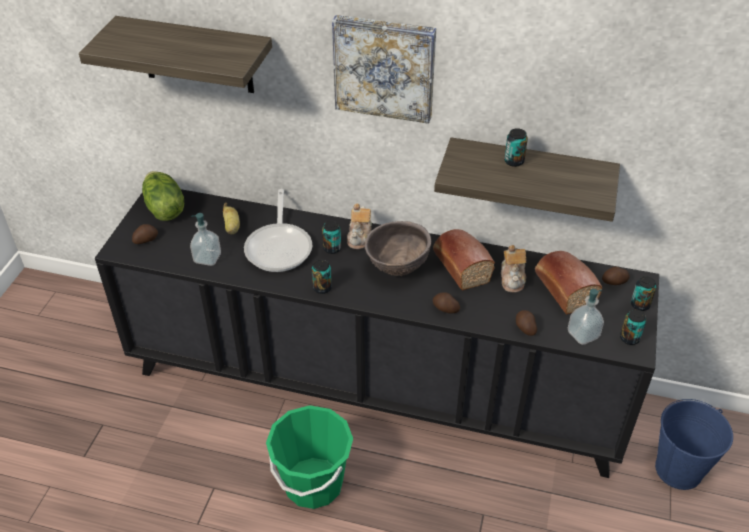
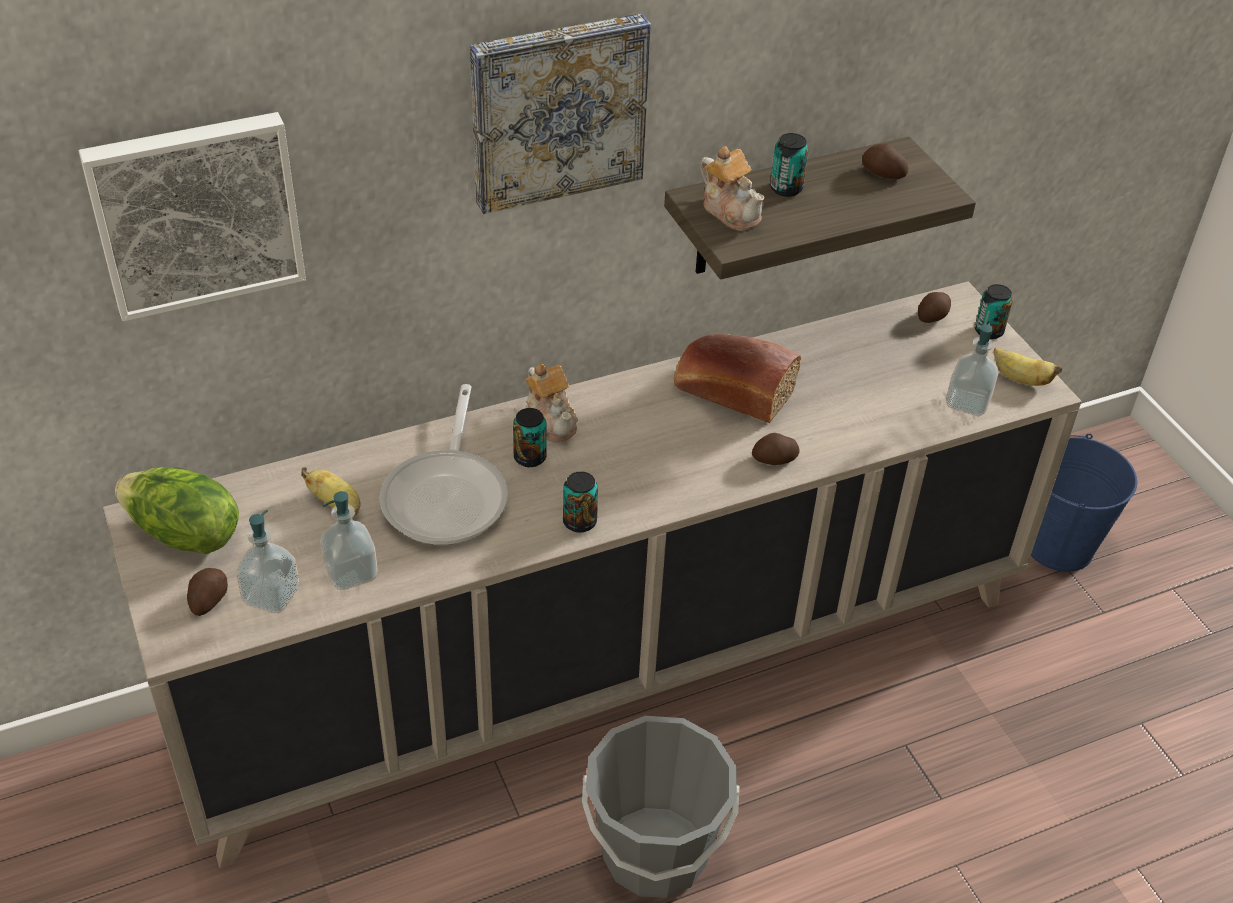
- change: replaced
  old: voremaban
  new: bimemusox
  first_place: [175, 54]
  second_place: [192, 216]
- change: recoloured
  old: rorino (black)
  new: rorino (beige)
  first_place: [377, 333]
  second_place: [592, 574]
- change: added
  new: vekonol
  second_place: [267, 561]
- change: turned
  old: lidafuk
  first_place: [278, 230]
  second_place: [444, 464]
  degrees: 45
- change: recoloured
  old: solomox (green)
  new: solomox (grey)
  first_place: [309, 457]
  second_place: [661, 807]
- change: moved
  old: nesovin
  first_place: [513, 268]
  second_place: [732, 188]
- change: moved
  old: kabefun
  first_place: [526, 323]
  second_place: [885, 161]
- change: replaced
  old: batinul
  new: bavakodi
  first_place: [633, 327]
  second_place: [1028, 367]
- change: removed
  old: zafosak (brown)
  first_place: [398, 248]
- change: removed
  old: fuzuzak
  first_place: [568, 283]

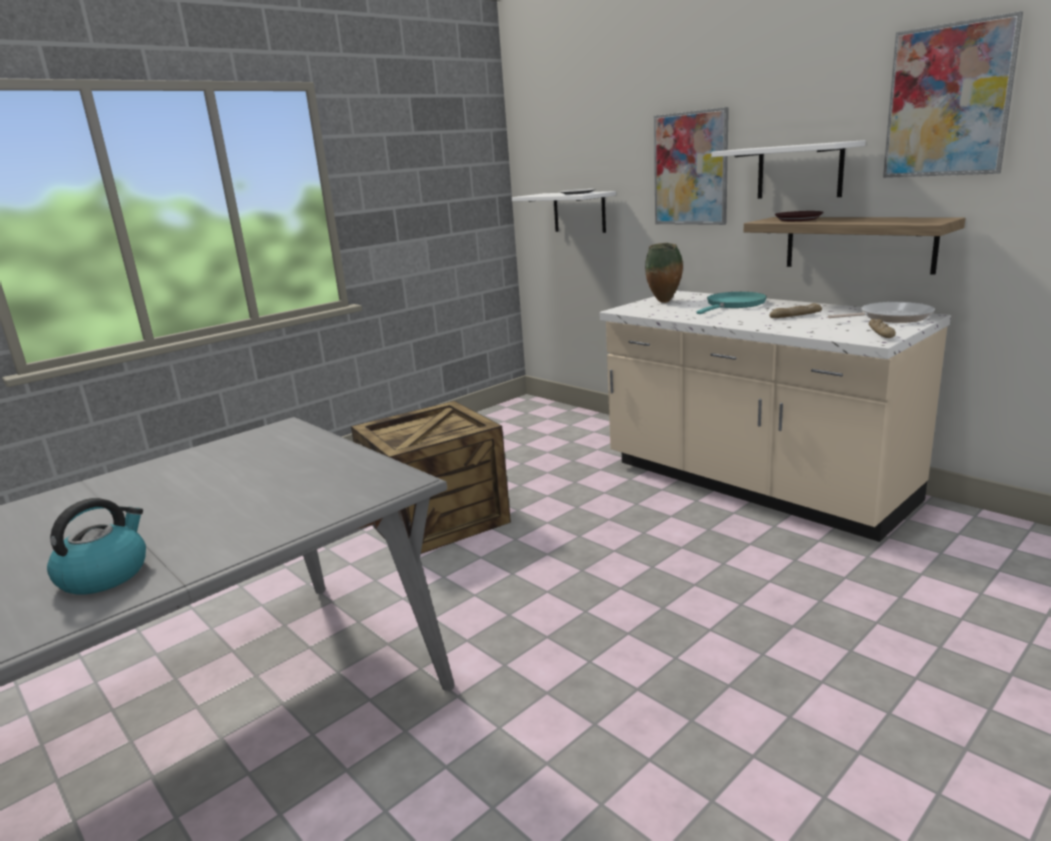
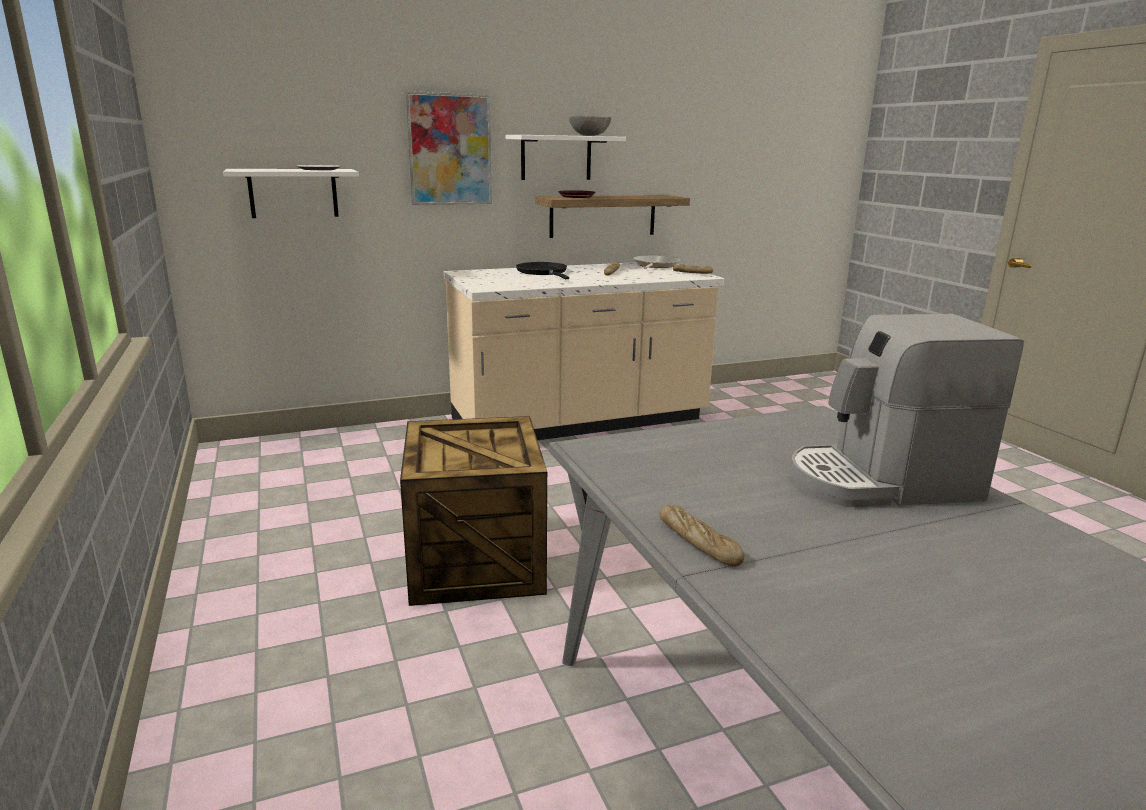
- change: recoloured
  old: lidafuk (turquoise)
  new: lidafuk (black)
  first_place: [732, 303]
  second_place: [542, 270]
- change: added
  new: zafosak (grey)
  second_place: [590, 126]
- change: added
  new: fuzuzak
  second_place: [701, 536]
- change: added
  new: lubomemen
  second_place: [907, 410]
- change: removed
  old: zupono
  first_place: [96, 546]
- change: removed
  old: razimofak
  first_place: [664, 273]
- change: removed
  old: bimemusox
  first_place: [953, 94]

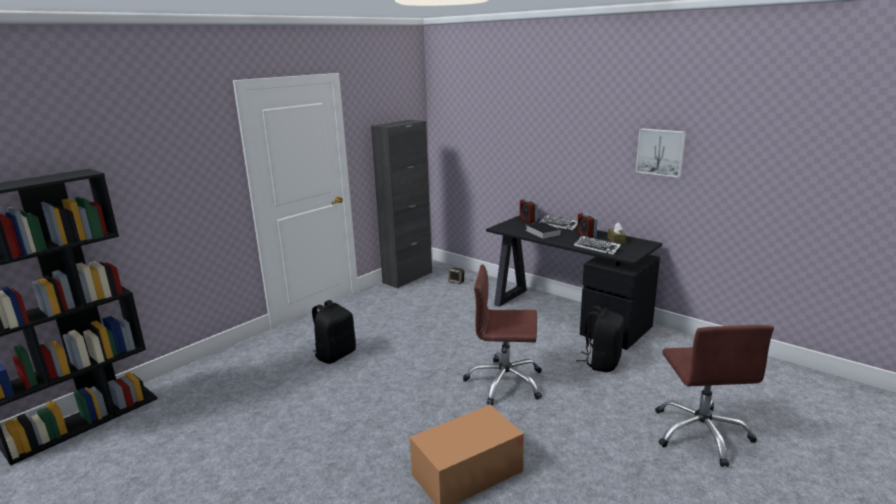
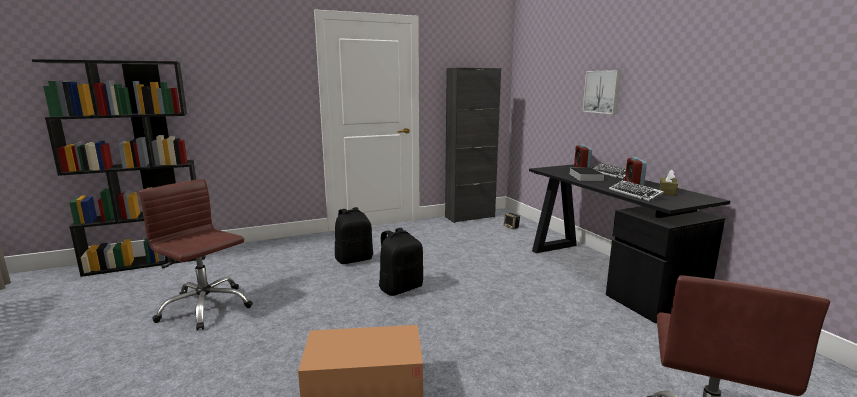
- change: moved
  old: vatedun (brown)
  first_place: [502, 334]
  second_place: [196, 255]
- change: moved
  old: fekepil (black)
  first_place: [600, 338]
  second_place: [401, 262]
- change: moved
  old: bimemusox
  first_place: [661, 153]
  second_place: [602, 92]

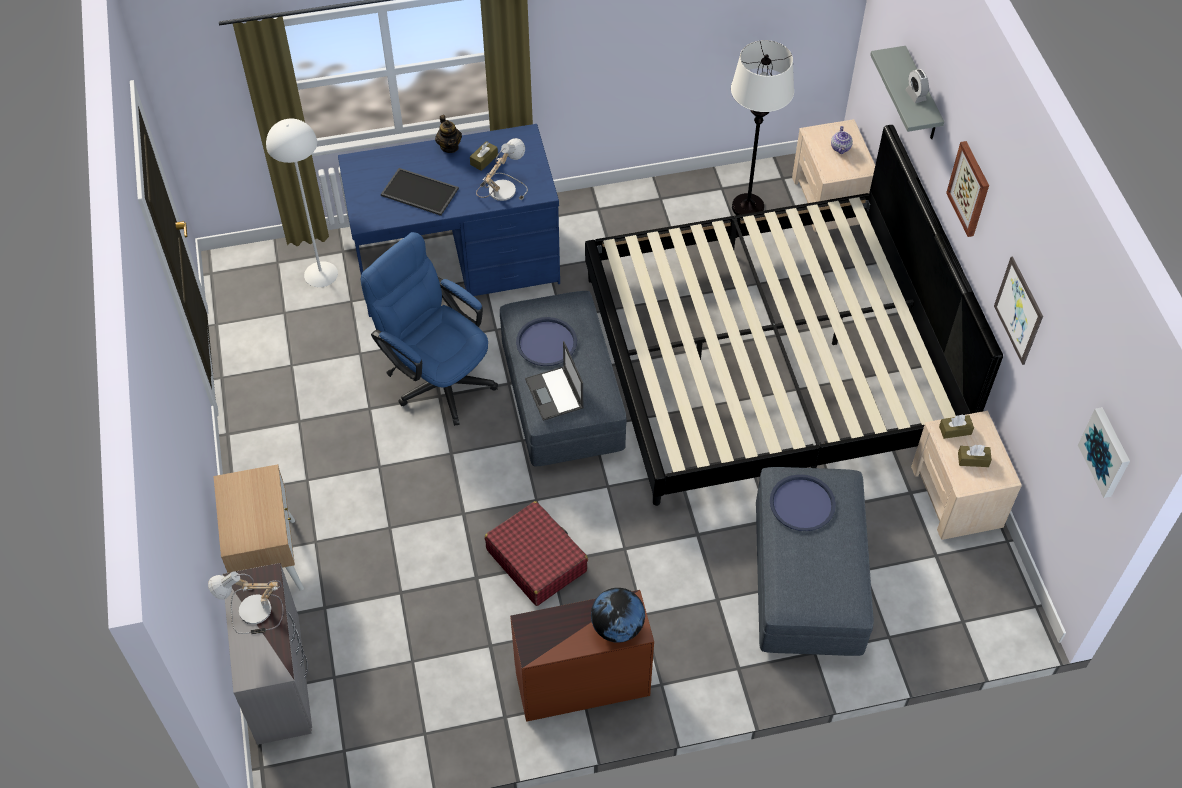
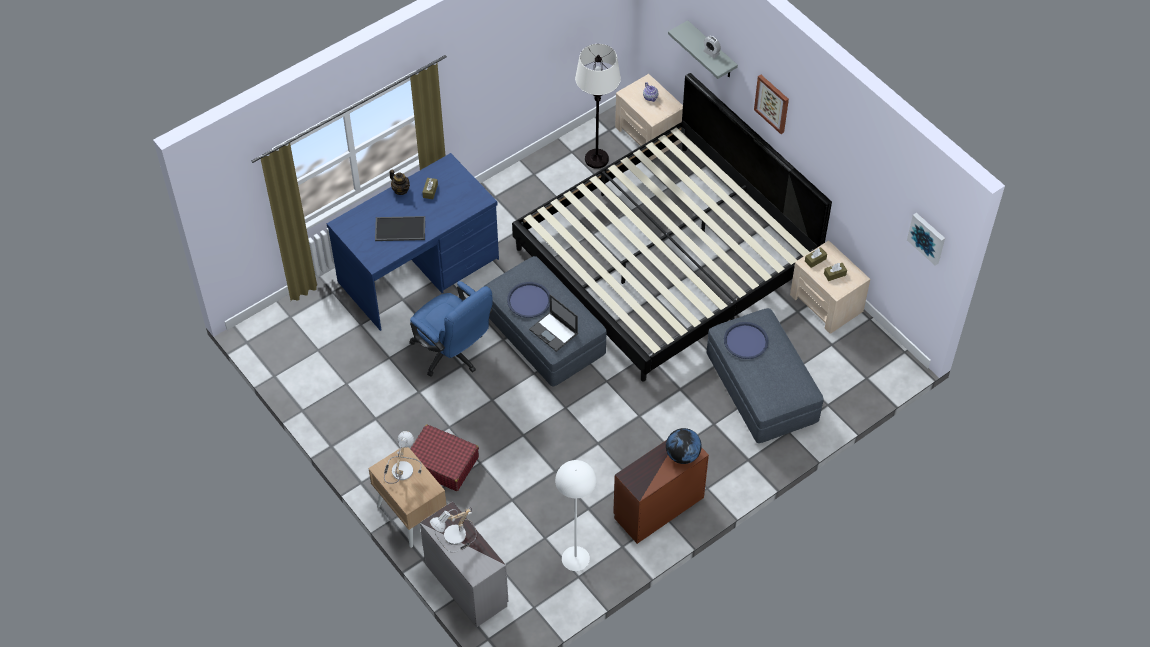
- change: moved
  old: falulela
  first_place: [502, 169]
  second_place: [403, 457]
- change: turned
  old: vatedun (blue)
  first_place: [429, 329]
  second_place: [451, 329]
  degrees: -150
- change: moved
  old: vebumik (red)
  first_place: [536, 553]
  second_place: [444, 458]
- change: moved
  old: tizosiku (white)
  first_place: [302, 203]
  second_place: [575, 515]
- change: removed
  old: bimemusox
  first_place: [1018, 310]

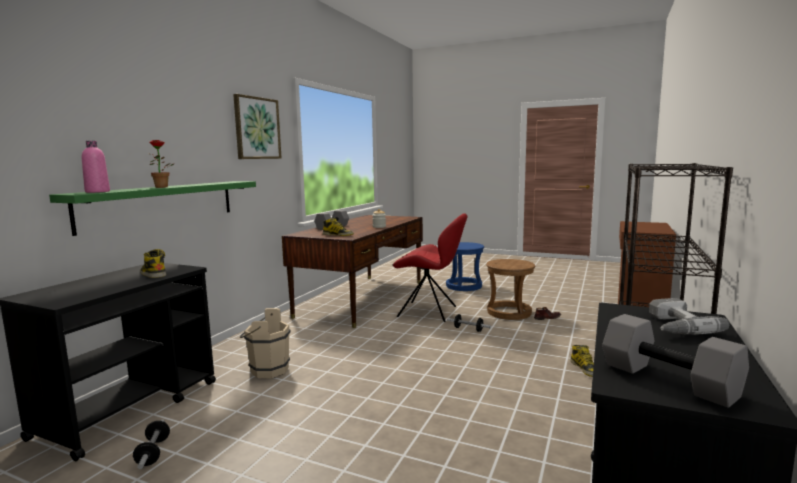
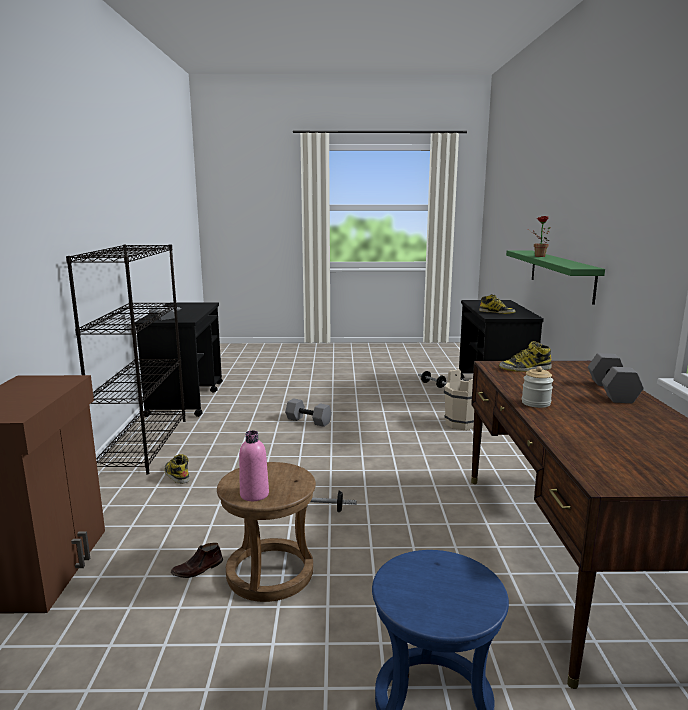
- change: moved
  old: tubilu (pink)
  first_place: [96, 167]
  second_place: [254, 466]
- change: moved
  old: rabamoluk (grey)
  first_place: [675, 361]
  second_place: [308, 412]
- change: removed
  old: bimemusox
  first_place: [257, 126]
- change: removed
  old: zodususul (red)
  first_place: [430, 267]

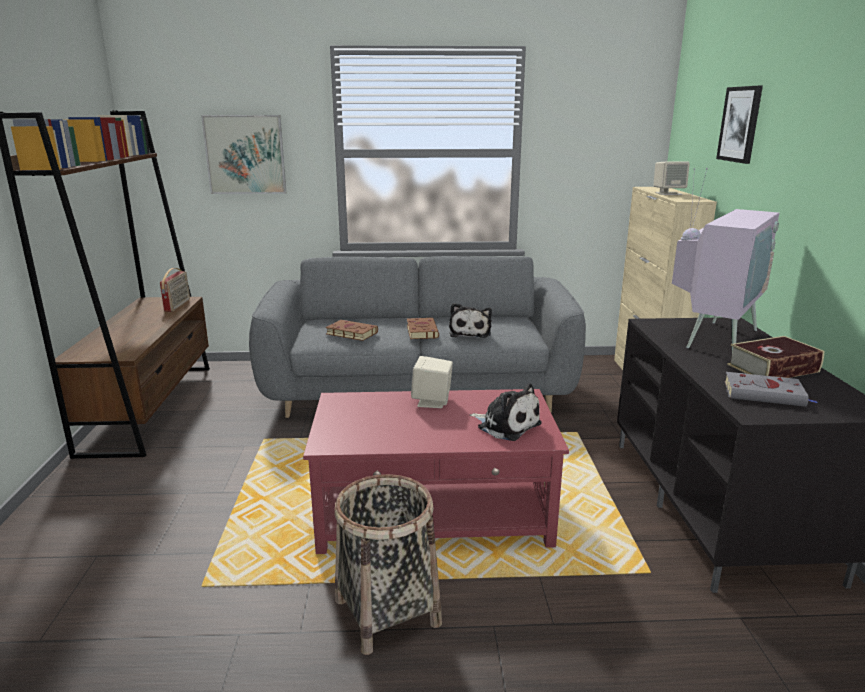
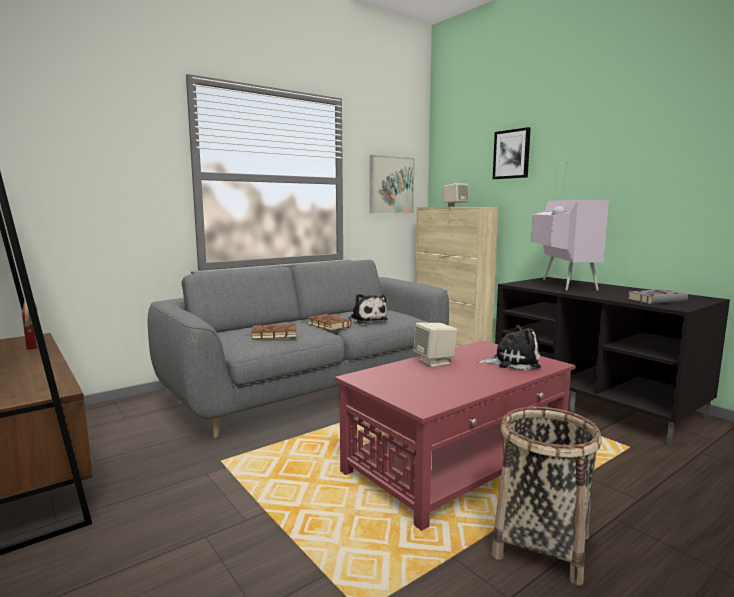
- change: moved
  old: bimemusox
  first_place: [243, 154]
  second_place: [392, 184]
- change: removed
  old: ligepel
  first_place: [775, 357]

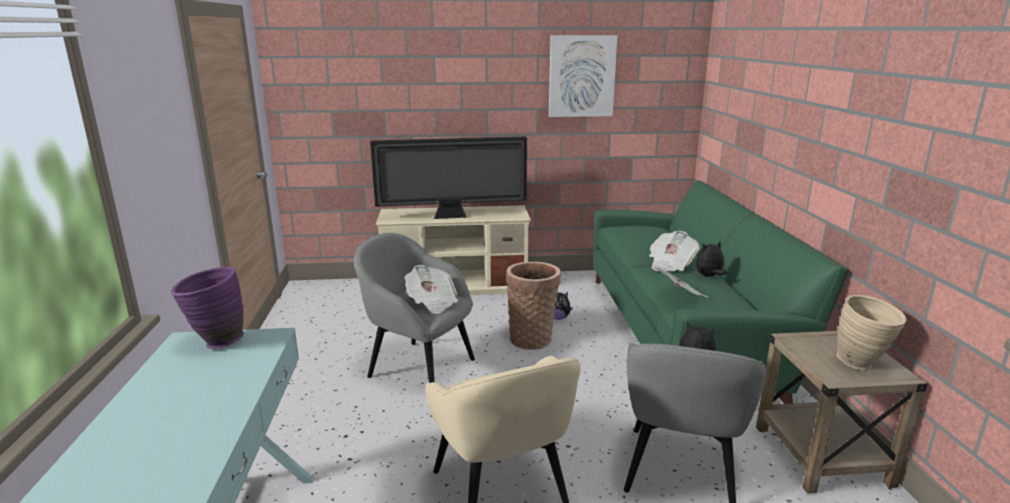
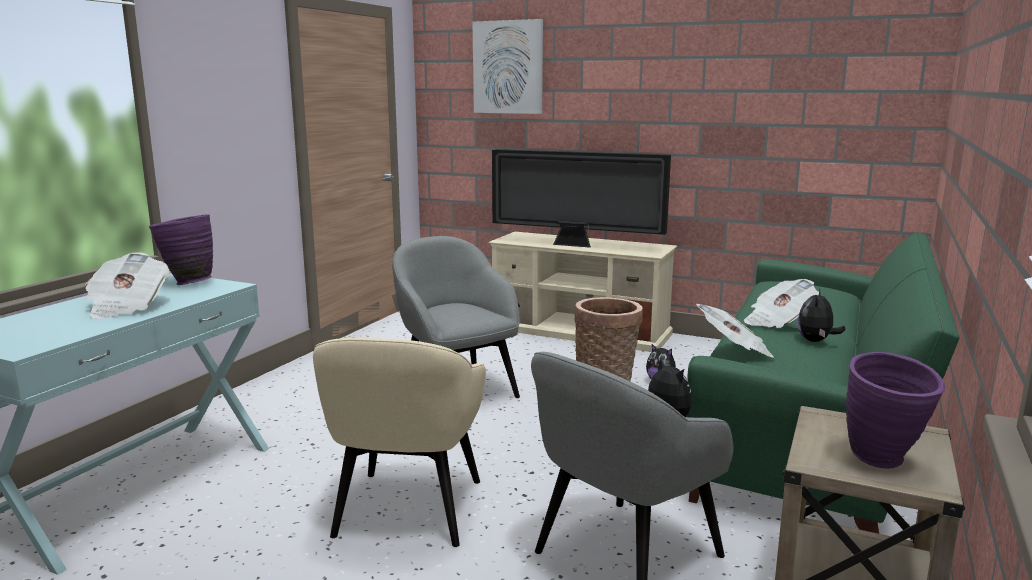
- change: moved
  old: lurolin
  first_place: [431, 289]
  second_place: [127, 285]
- change: moved
  old: bimemusox
  first_place: [583, 76]
  second_place: [507, 66]
- change: turned
  old: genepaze
  first_place: [711, 259]
  second_place: [821, 315]
  degrees: -75
- change: recoloured
  old: razimofak (beige)
  new: razimofak (purple)
  first_place: [871, 333]
  second_place: [895, 410]

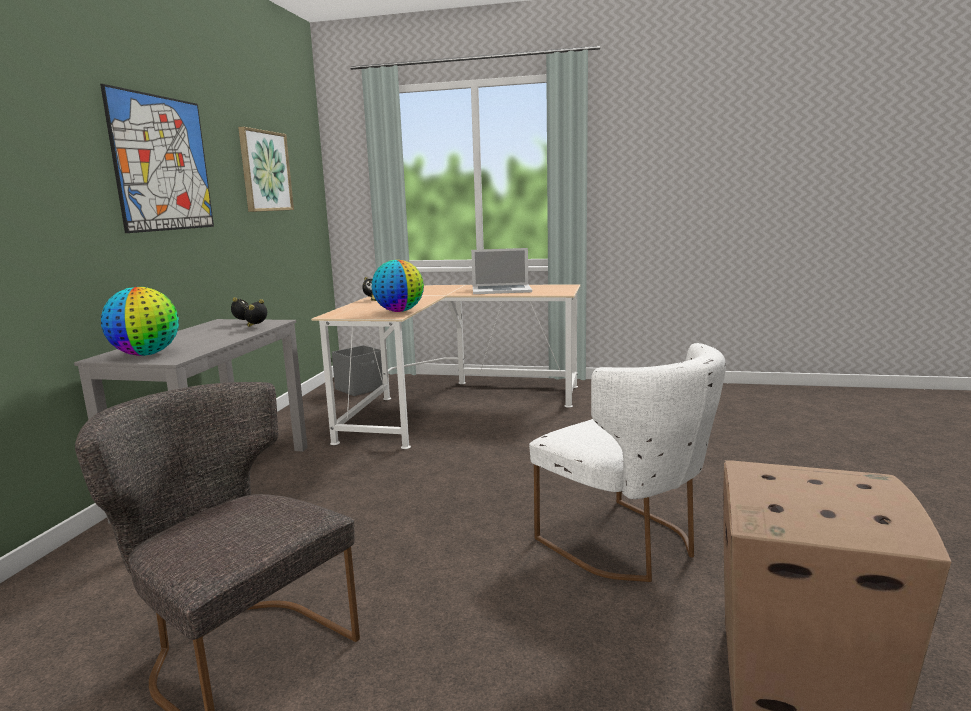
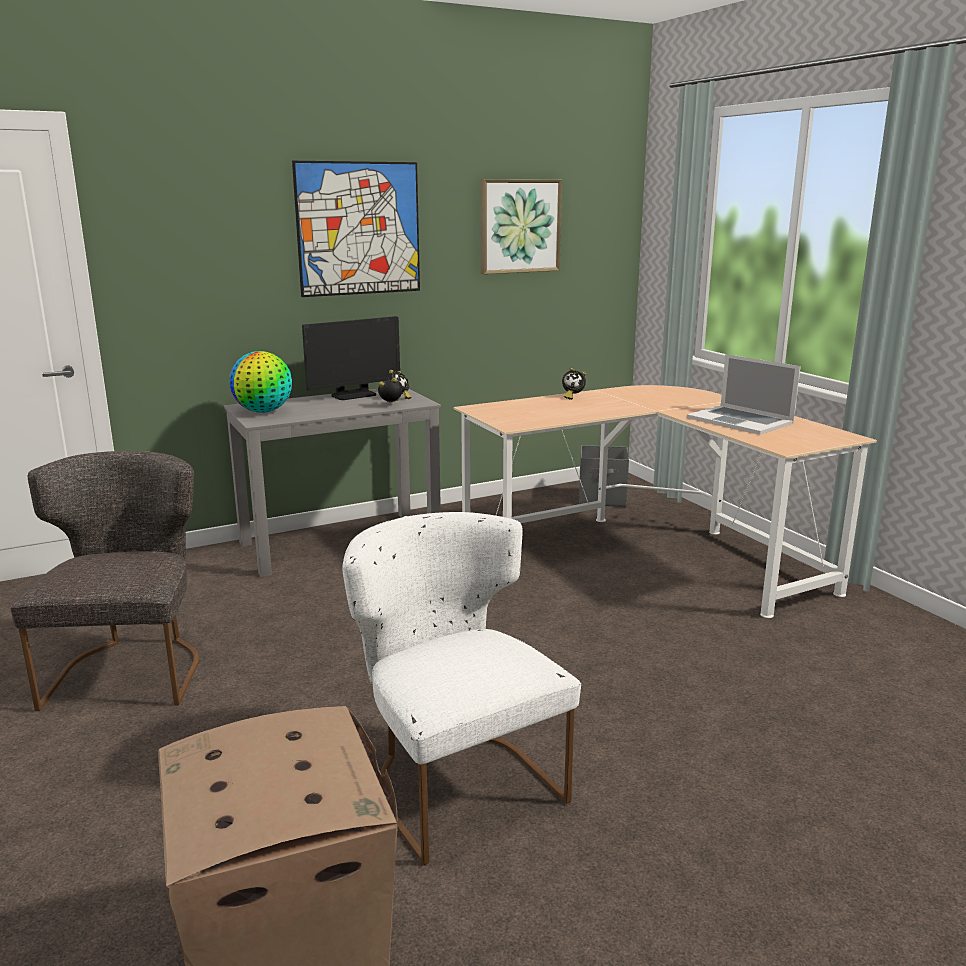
- change: added
  new: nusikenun
  second_place: [351, 358]
- change: turned
  old: zodususul (white)
  first_place: [627, 462]
  second_place: [462, 688]
  degrees: 135
- change: removed
  old: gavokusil
  first_place: [397, 286]

